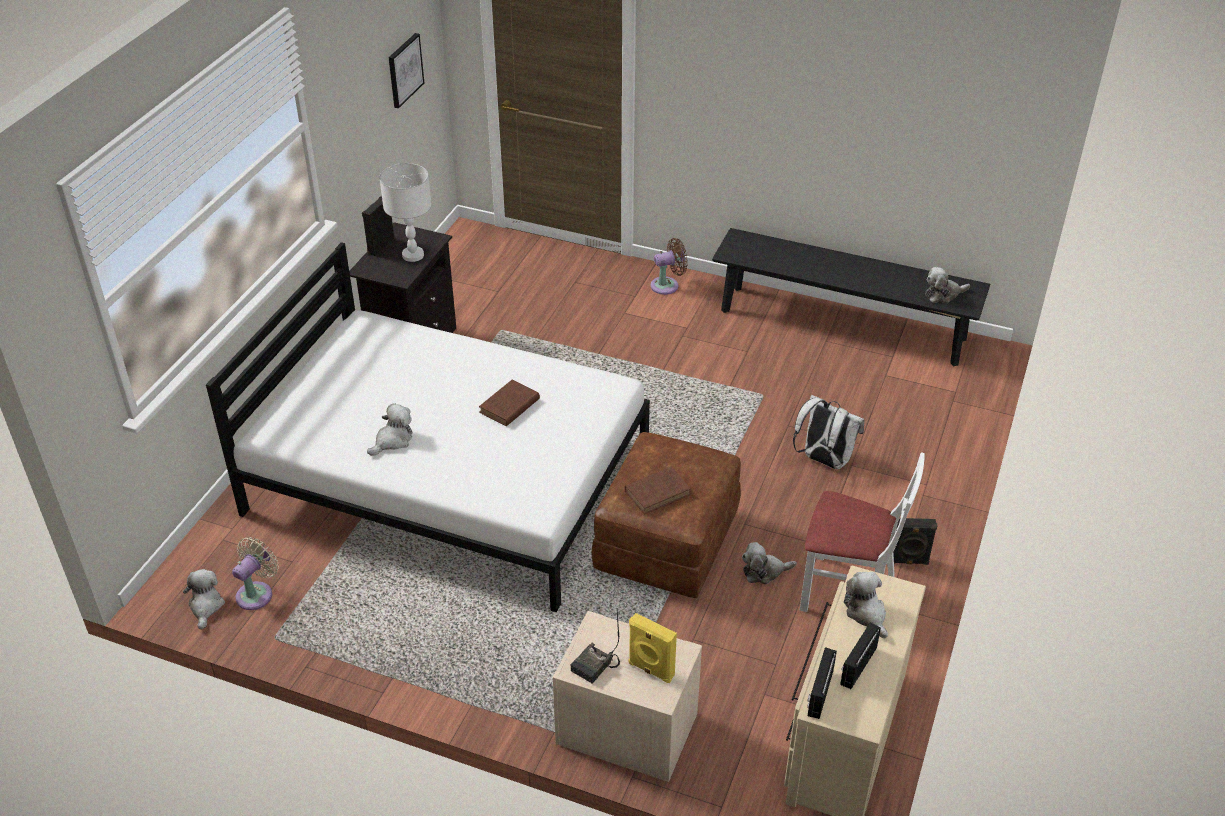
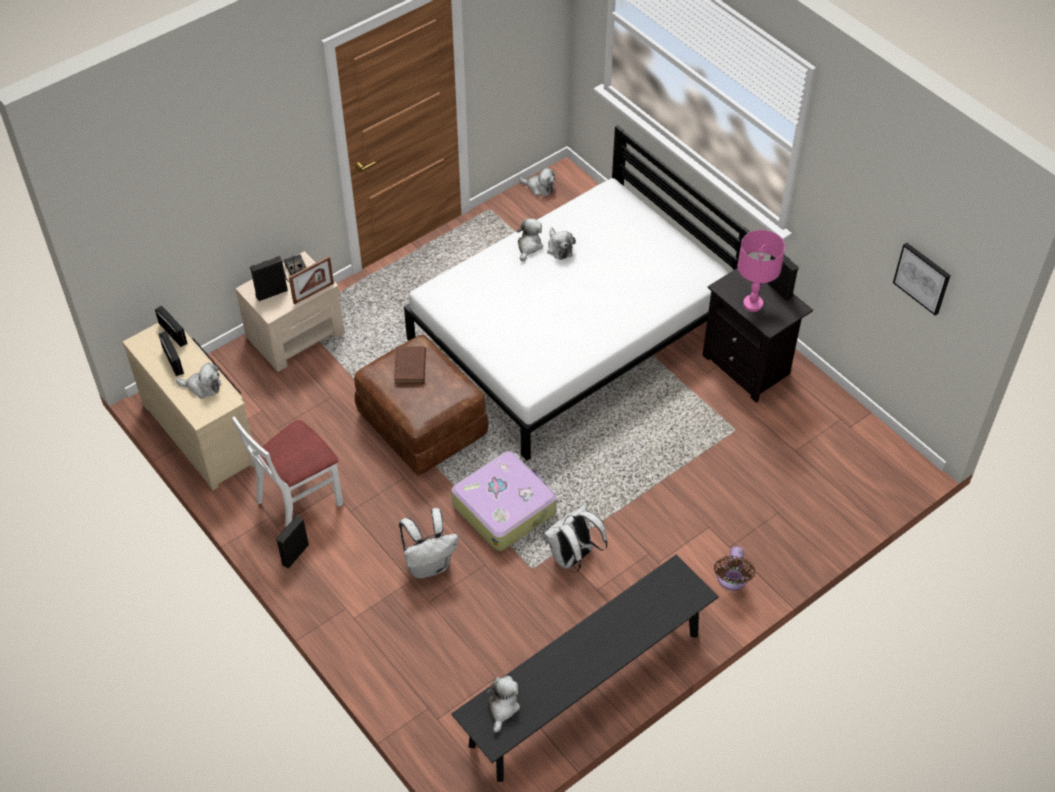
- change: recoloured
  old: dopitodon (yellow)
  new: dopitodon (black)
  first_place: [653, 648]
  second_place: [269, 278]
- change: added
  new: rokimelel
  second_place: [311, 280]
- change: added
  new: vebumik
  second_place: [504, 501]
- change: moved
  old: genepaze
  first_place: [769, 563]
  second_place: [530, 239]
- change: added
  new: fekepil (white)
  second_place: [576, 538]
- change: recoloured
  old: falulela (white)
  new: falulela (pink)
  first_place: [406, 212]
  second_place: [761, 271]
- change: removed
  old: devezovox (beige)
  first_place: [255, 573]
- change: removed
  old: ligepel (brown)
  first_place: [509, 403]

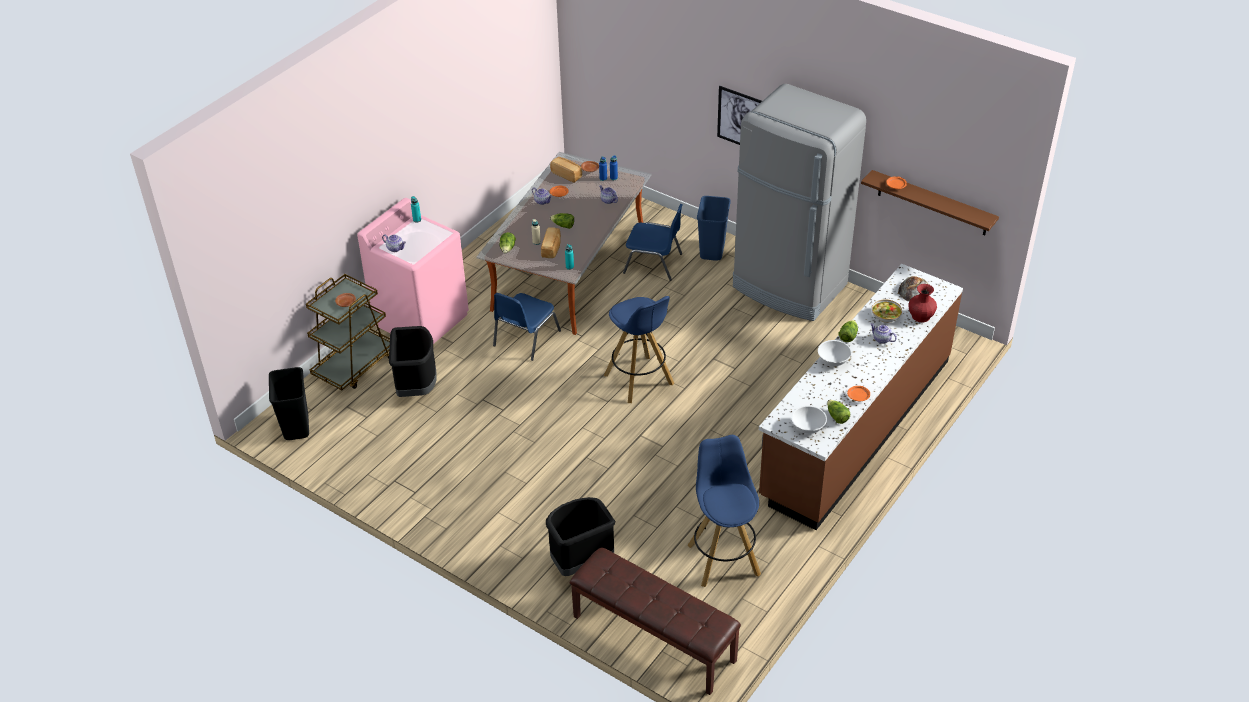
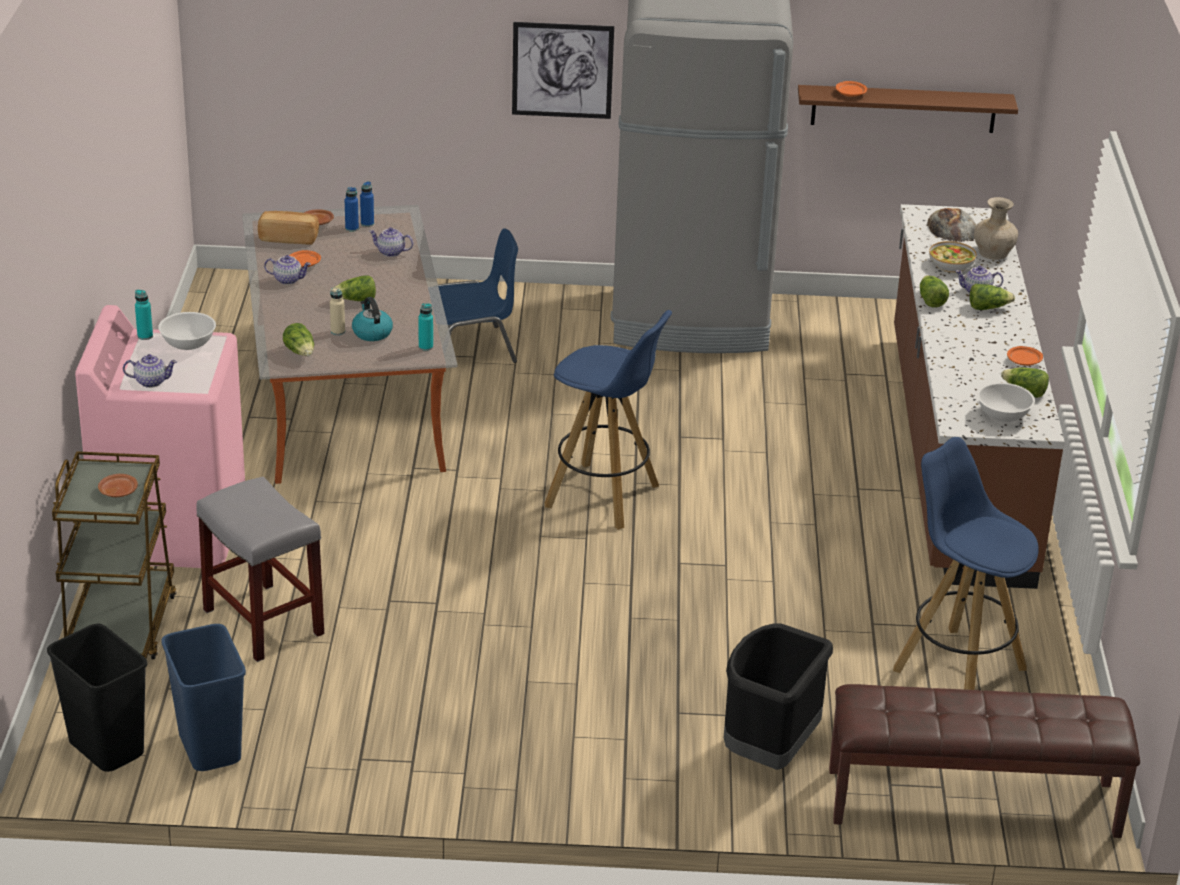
- change: moved
  old: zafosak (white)
  first_place: [835, 353]
  second_place: [187, 331]
- change: moved
  old: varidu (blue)
  first_place: [714, 228]
  second_place: [204, 697]
- change: replaced
  old: varidu (black)
  new: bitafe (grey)
  first_place: [413, 361]
  second_place: [260, 569]
- change: replaced
  old: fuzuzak
  new: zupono
  first_place: [551, 242]
  second_place: [372, 319]
- change: added
  new: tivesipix
  second_place: [992, 297]
- change: recoloured
  old: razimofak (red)
  new: razimofak (beige)
  first_place: [922, 303]
  second_place: [996, 228]
- change: removed
  old: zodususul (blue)
  first_place: [527, 327]

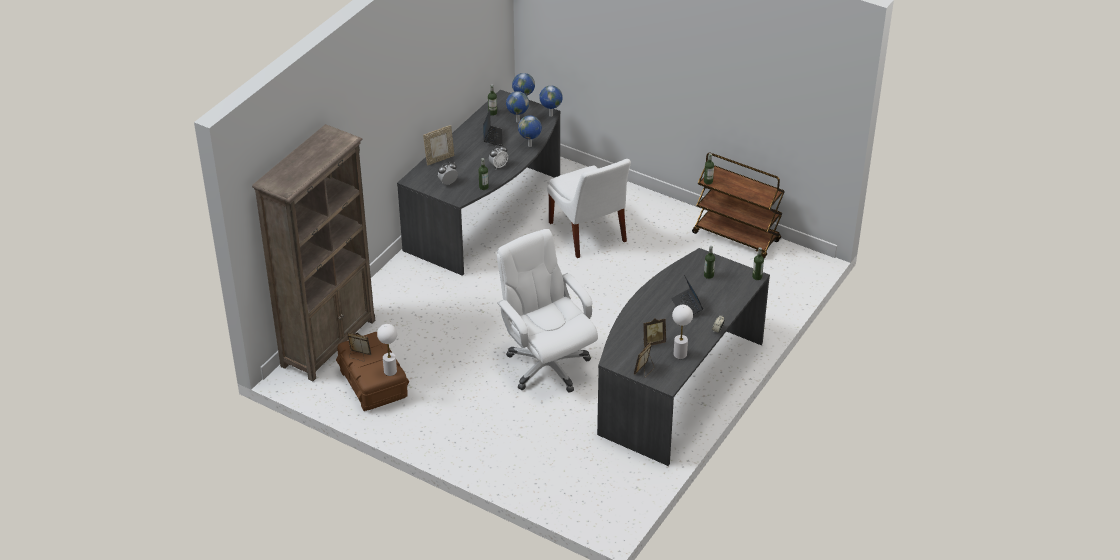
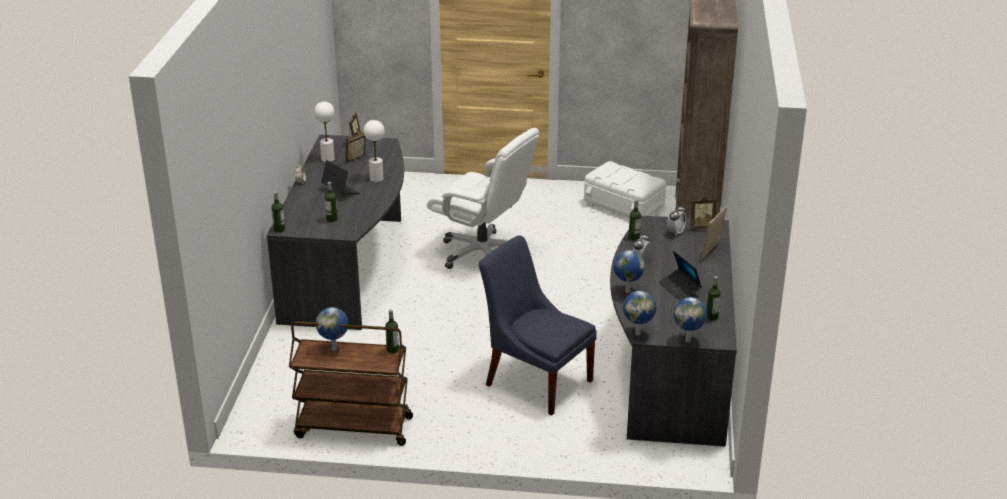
- change: moved
  old: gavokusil
  first_place: [517, 107]
  second_place: [332, 329]
- change: moved
  old: falulela (white)
  first_place: [387, 350]
  second_place: [374, 151]
- change: recoloured
  old: zodususul (white)
  new: zodususul (blue)
  first_place: [589, 208]
  second_place: [538, 325]
- change: recoloured
  old: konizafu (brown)
  new: konizafu (white)
  first_place: [372, 371]
  second_place: [625, 189]
- change: moved
  old: rokimelel
  first_place: [359, 346]
  second_place: [703, 213]

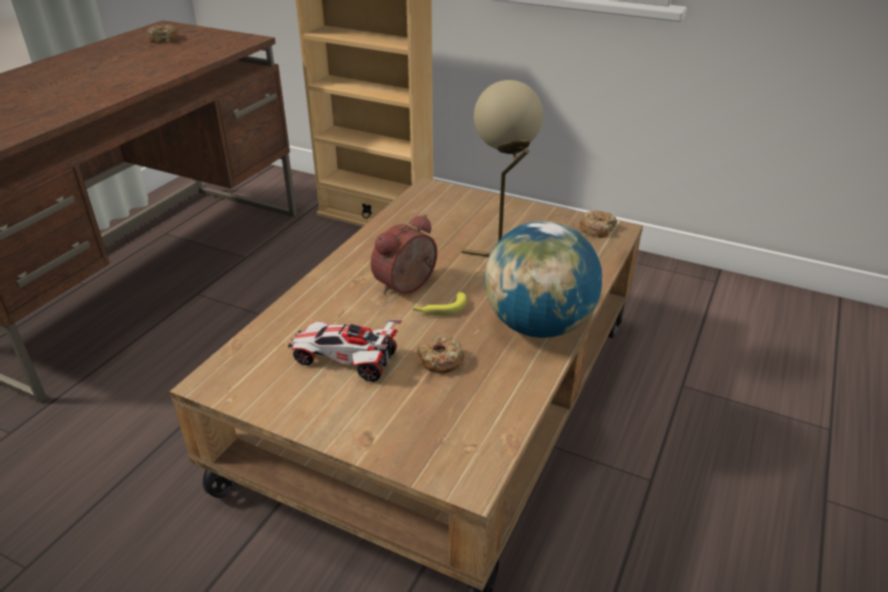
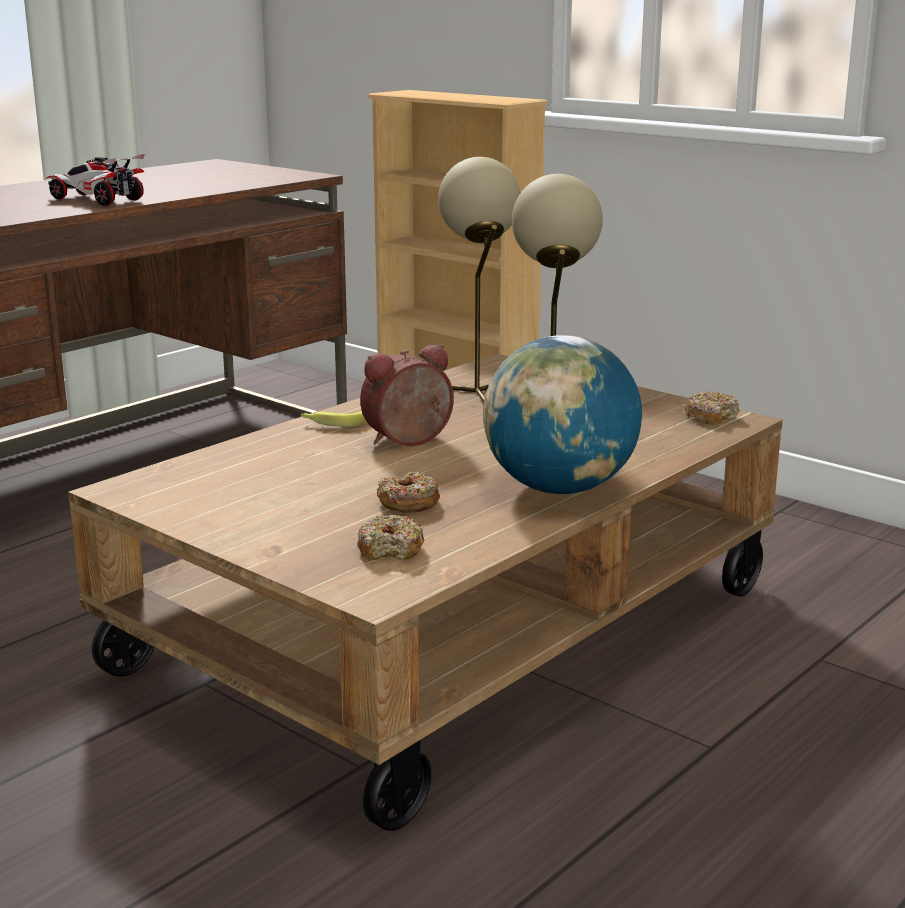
- change: moved
  old: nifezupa
  first_place: [345, 350]
  second_place: [96, 180]
- change: moved
  old: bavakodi
  first_place: [440, 304]
  second_place: [333, 419]
- change: moved
  old: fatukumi
  first_place: [162, 33]
  second_place: [390, 537]
- change: added
  new: falulela (beige)
  second_place: [479, 280]

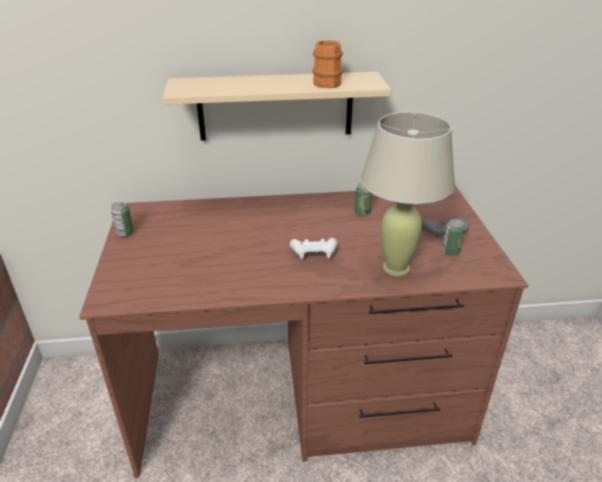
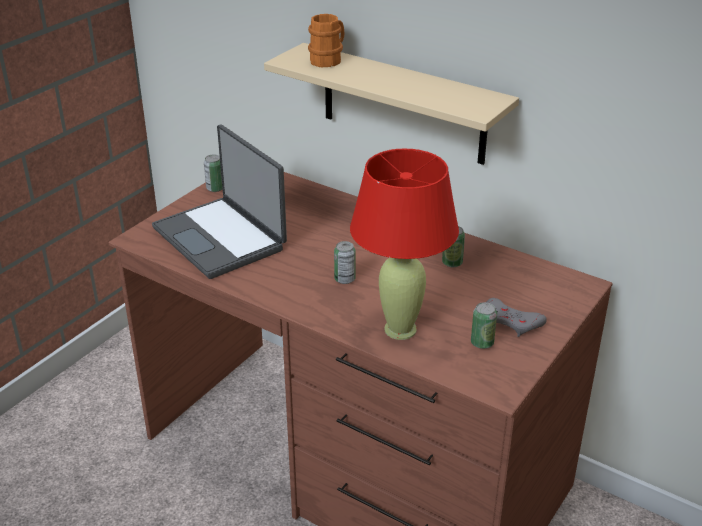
- change: added
  new: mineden
  second_place: [219, 201]
- change: moved
  old: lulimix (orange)
  first_place: [327, 64]
  second_place: [326, 40]
- change: replaced
  old: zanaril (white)
  new: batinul
  first_place: [314, 248]
  second_place: [345, 262]
- change: recoloured
  old: falulela (beige)
  new: falulela (red)
  first_place: [408, 194]
  second_place: [404, 244]

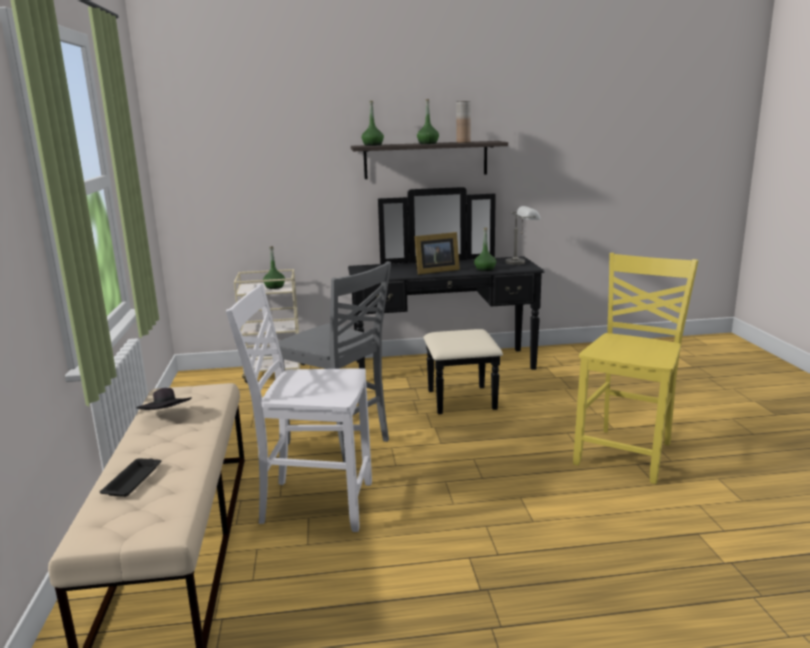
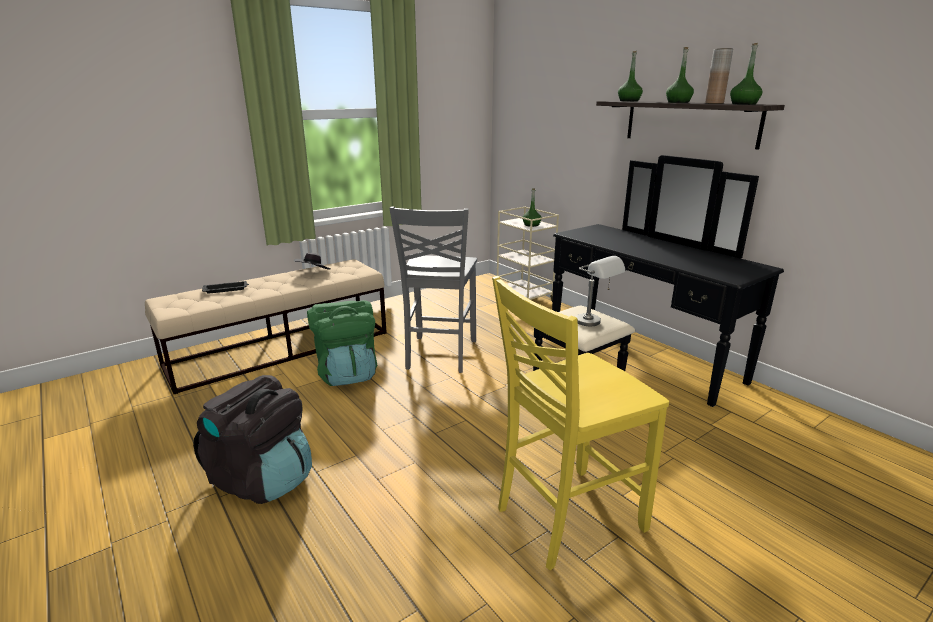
- change: added
  new: fekepil (black)
  second_place: [252, 439]
- change: replaced
  old: zodususul (white)
  new: fekepil (green)
  first_place: [299, 408]
  second_place: [342, 343]
- change: turned
  old: zodususul (yellow)
  first_place: [636, 368]
  second_place: [580, 423]
  degrees: 150
- change: moved
  old: falulela (grey)
  first_place: [523, 235]
  second_place: [600, 291]
- change: moved
  old: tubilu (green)
  first_place: [485, 249]
  second_place: [746, 74]
- change: removed
  old: rokimelel
  first_place: [437, 253]

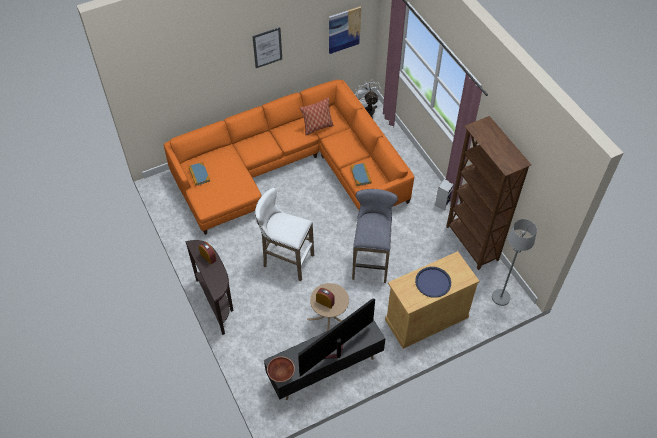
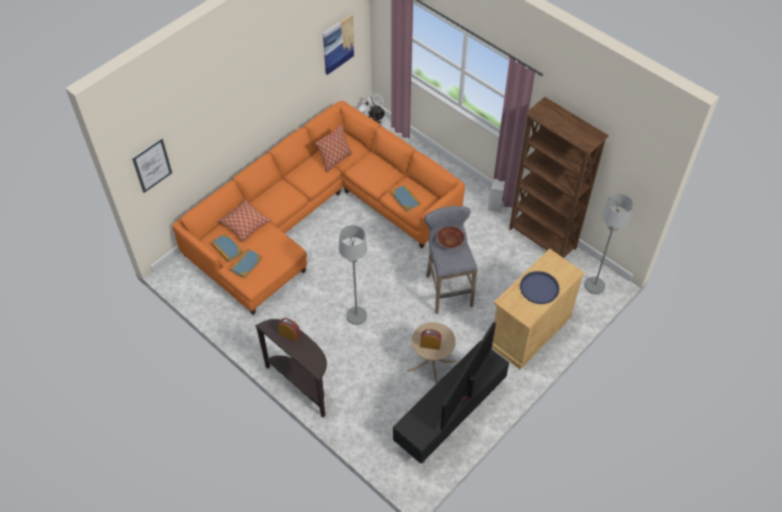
- change: moved
  old: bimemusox
  first_place: [267, 47]
  second_place: [152, 165]
- change: added
  new: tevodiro
  second_place: [244, 220]
- change: added
  new: ligepel
  second_place: [246, 264]
- change: replaced
  old: bitafe (white)
  new: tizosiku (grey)
  first_place: [284, 234]
  second_place: [353, 275]
- change: moved
  old: zafosak (brown)
  first_place: [281, 369]
  second_place: [451, 237]

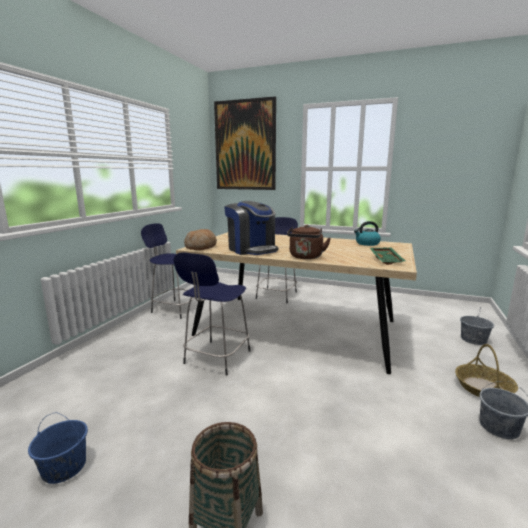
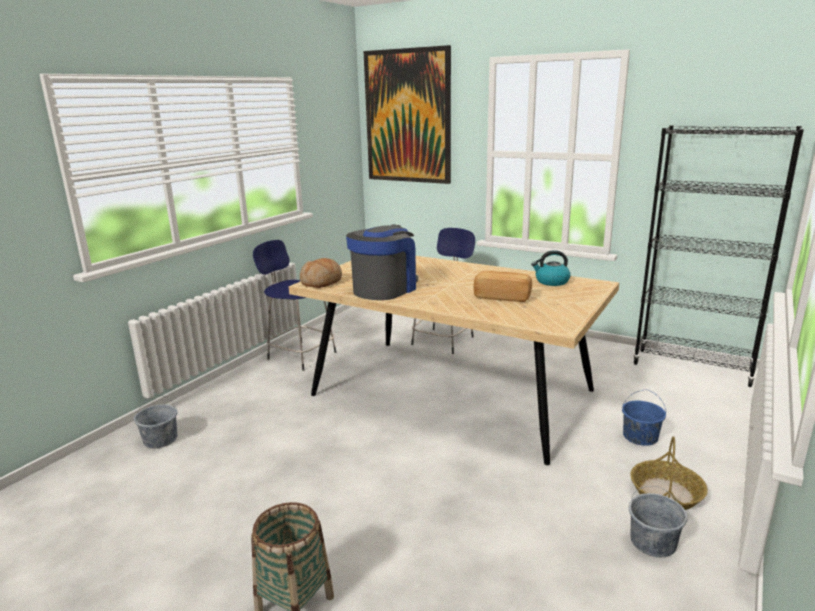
- change: moved
  old: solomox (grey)
  first_place: [477, 327]
  second_place: [156, 421]
- change: turned
  old: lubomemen
  first_place: [251, 228]
  second_place: [382, 262]
  degrees: -120
- change: added
  new: fuzuzak
  second_place: [502, 286]
- change: moved
  old: solomox (blue)
  first_place: [58, 448]
  second_place: [644, 418]
- change: added
  new: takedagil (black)
  second_place: [718, 256]
- change: removed
  old: bitafe (blue)
  first_place: [212, 314]
- change: removed
  old: zupono (brown)
  first_place: [309, 242]
- change: removed
  old: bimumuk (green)
  first_place: [387, 256]

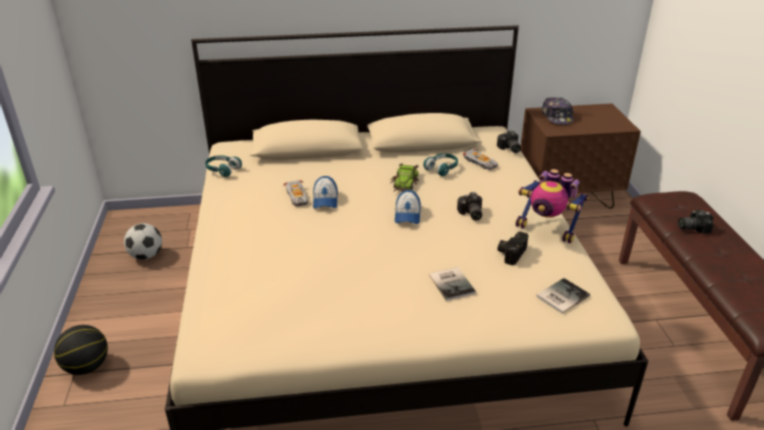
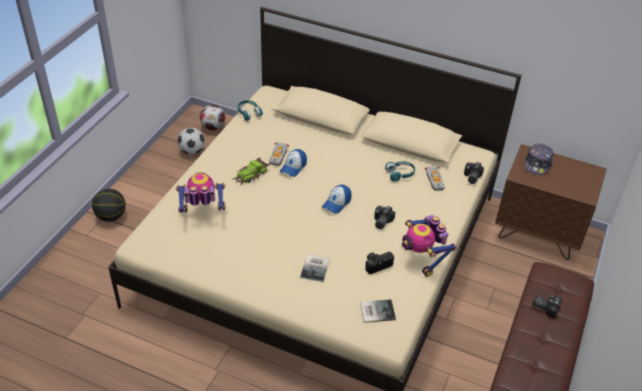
- change: added
  new: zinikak
  second_place: [201, 192]
- change: added
  new: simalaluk
  second_place: [212, 117]
- change: moved
  old: nifezupa
  first_place: [405, 177]
  second_place: [251, 171]

